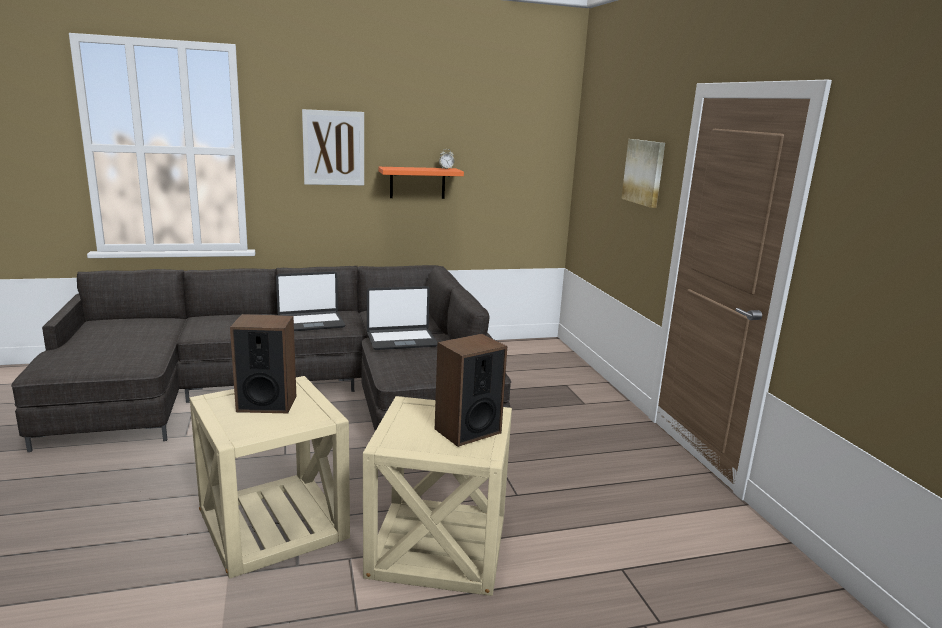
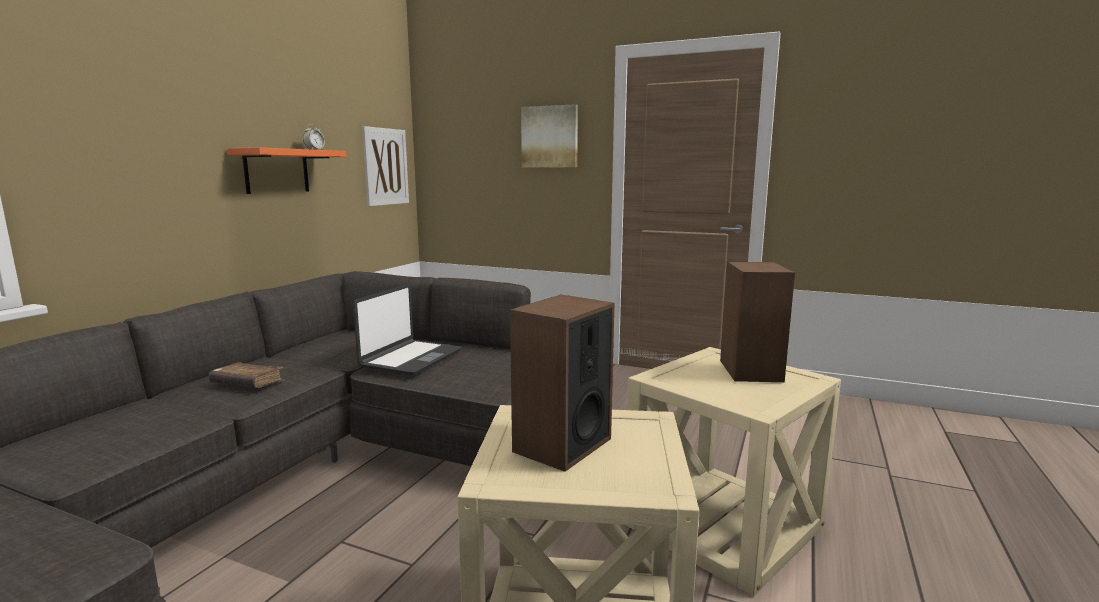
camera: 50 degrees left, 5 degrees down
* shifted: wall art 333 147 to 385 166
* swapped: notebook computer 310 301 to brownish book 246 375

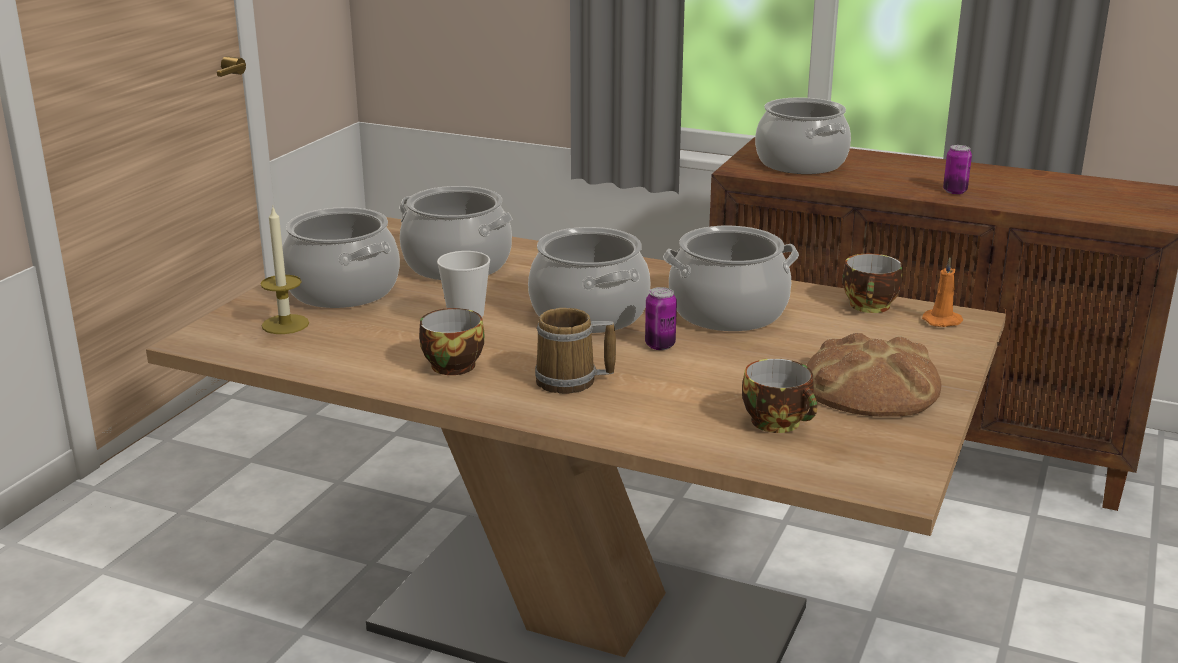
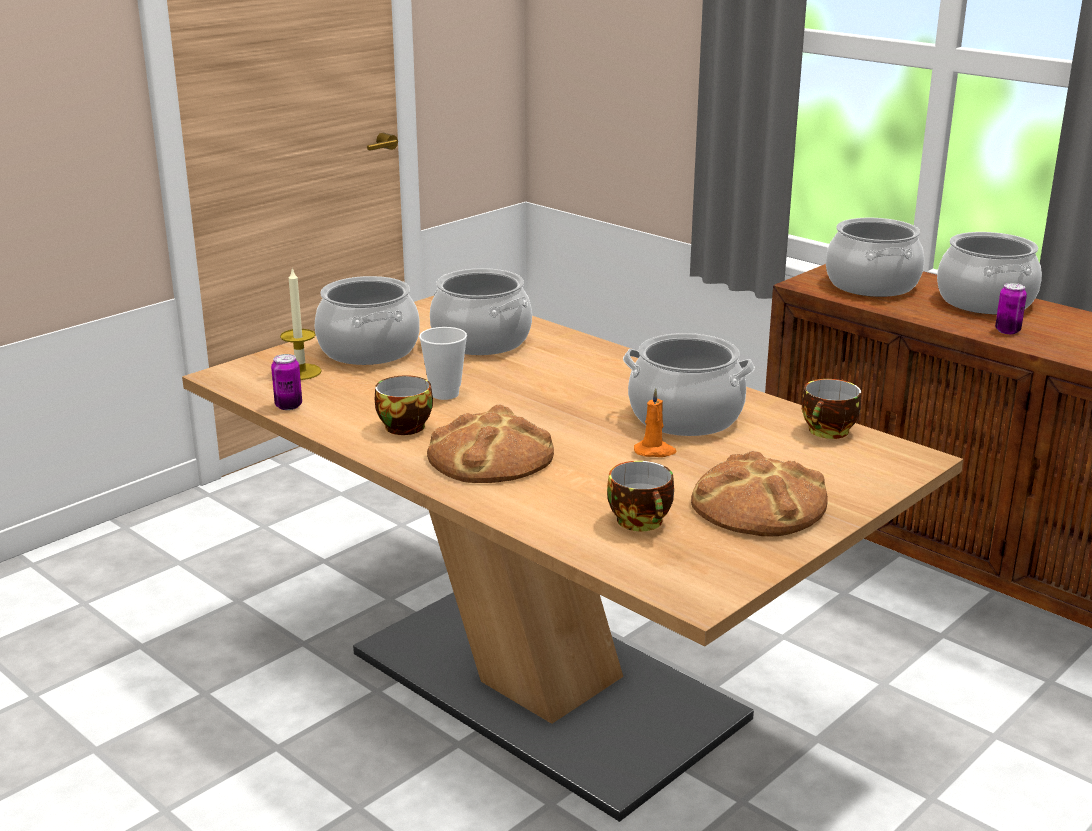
camera: 20 degrees right, 0 degrees up
* shifted: saucepot 589 280 to 989 273
* shifted: orange-coloured wax light 942 292 to 655 422
* shifted: can 661 318 to 286 382
* swapped: coffee mug 575 351 to bread 490 443

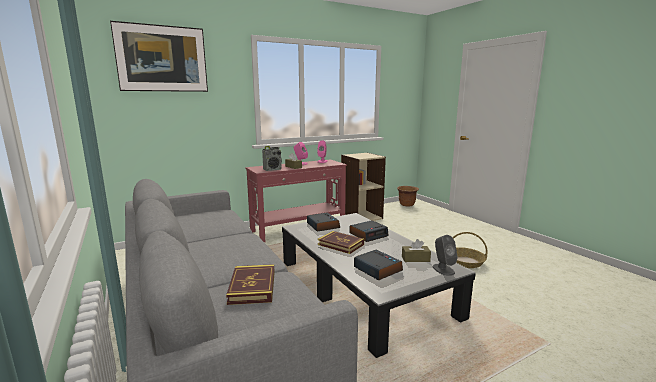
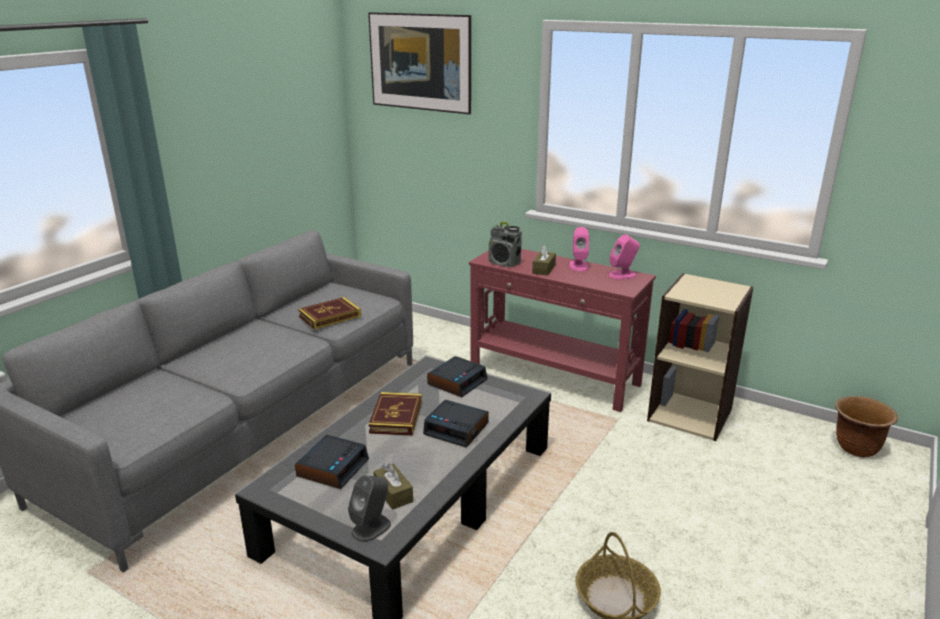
camera: 60 degrees right, 10 degrees up
* shifted: book 250 284 to 329 313

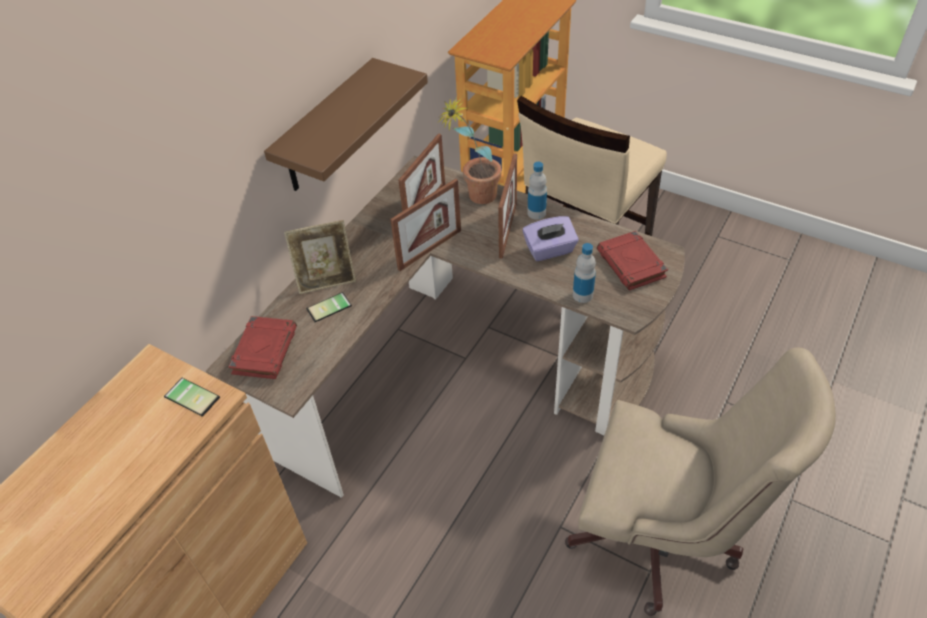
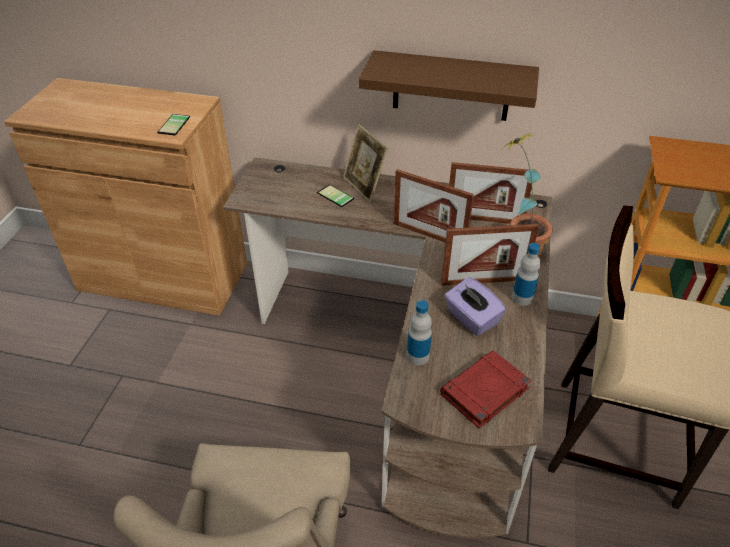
camera: 70 degrees right, 5 degrees down
* gone: reddish book 263 347

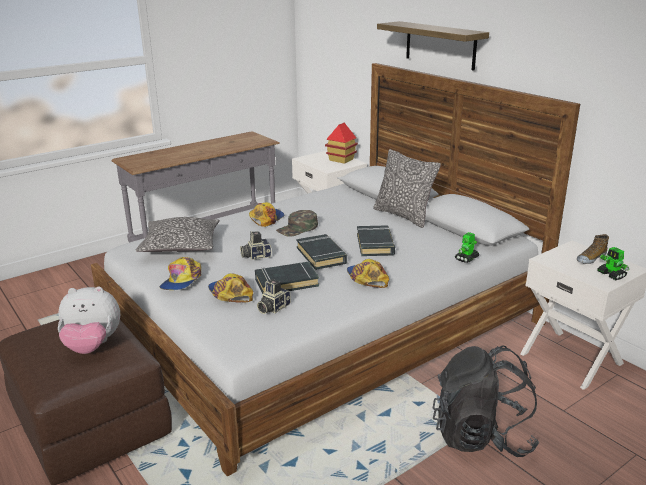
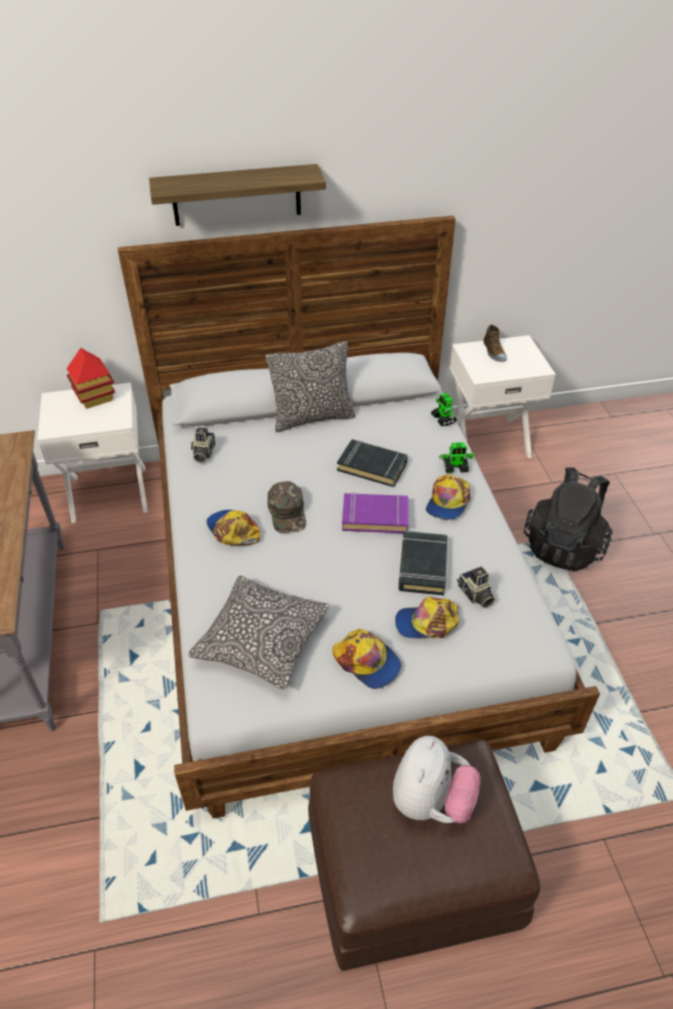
camera: 65 degrees left, 20 degrees up
* shifted: photo camera 255 245 to 203 445
* repainted: black-coloured book 322 252 to purplish book 375 512
* shifted: robot figure 613 263 to 457 457
* rotated: baseball cap 368 273 = 448 497 75 degrees counterclockwise

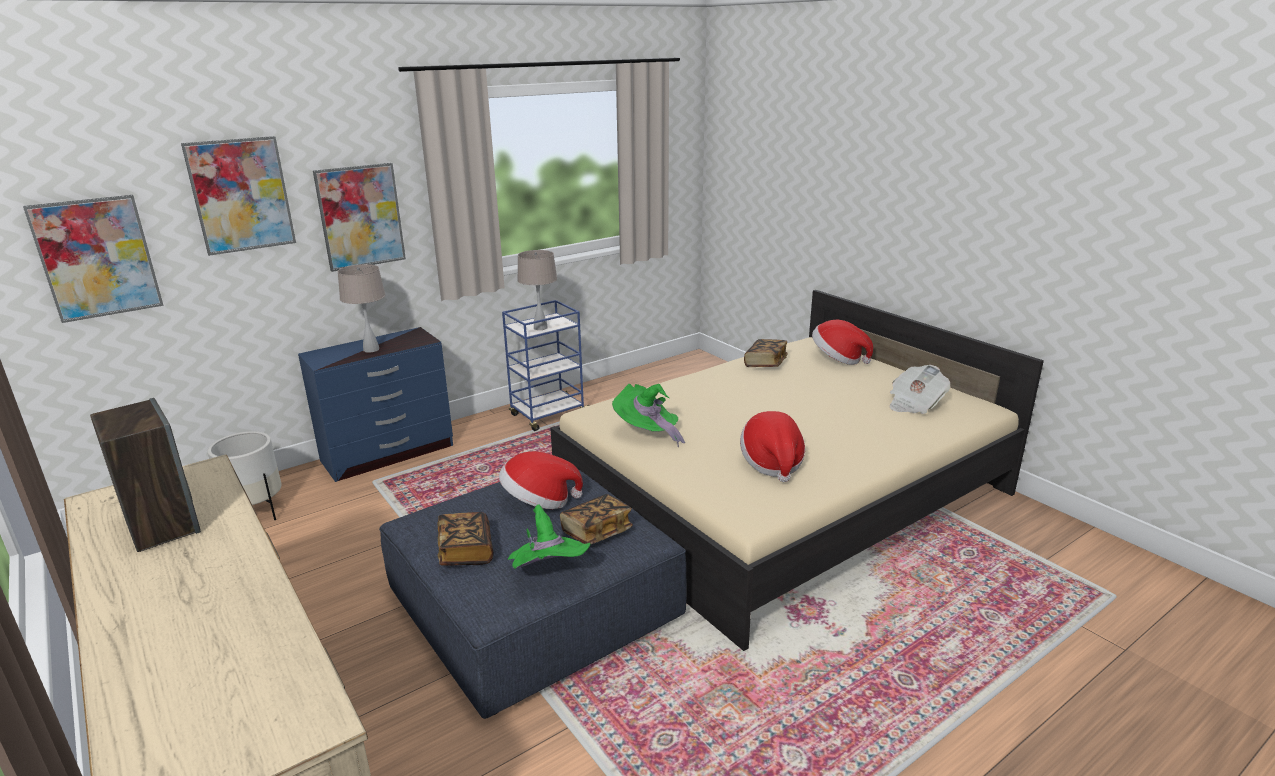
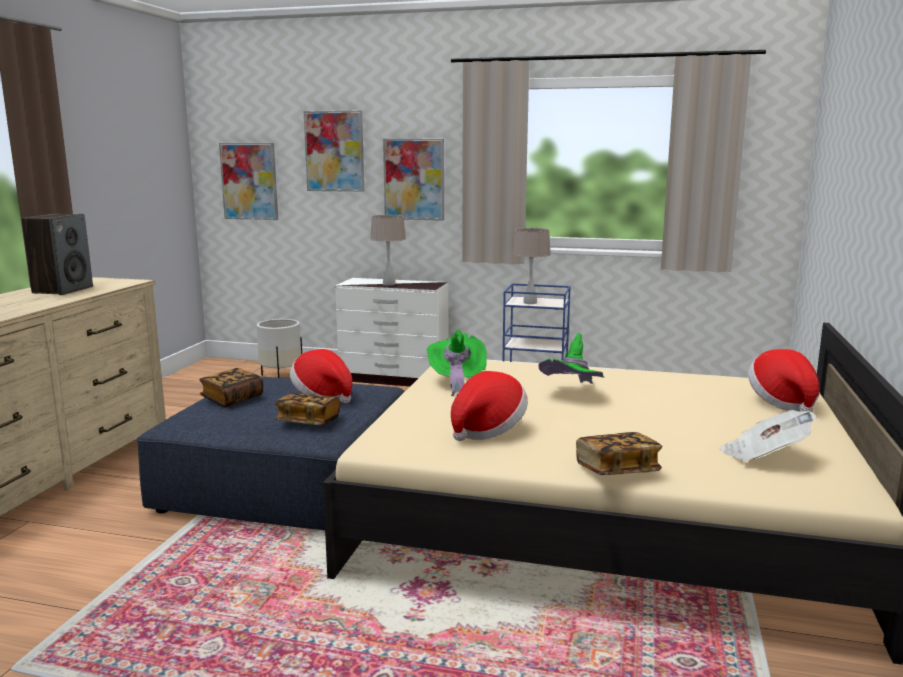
camera: 50 degrees right, 10 degrees down
* repainted: blue-coloured chest of drawers 375 404 to whitish chest of drawers 391 332
* shifted: book 766 353 to 619 453
* shifted: greenish clothing hat 549 536 to 571 358

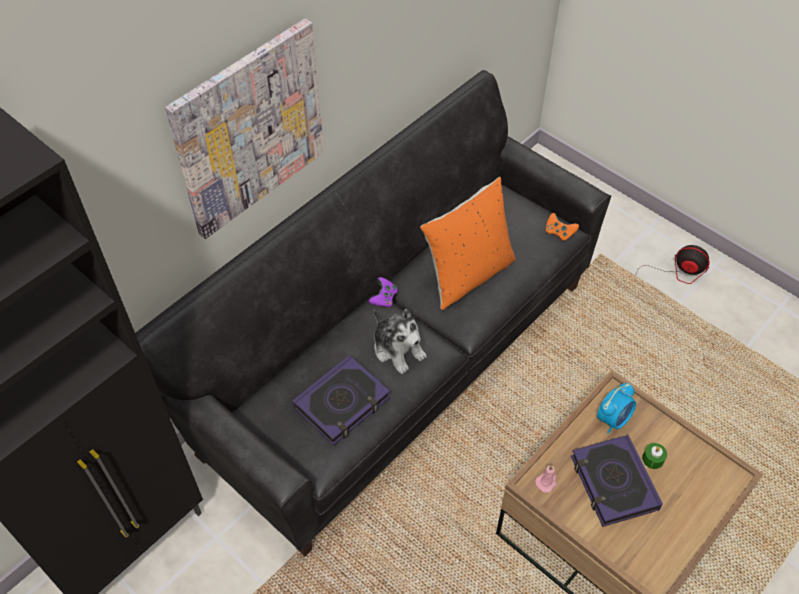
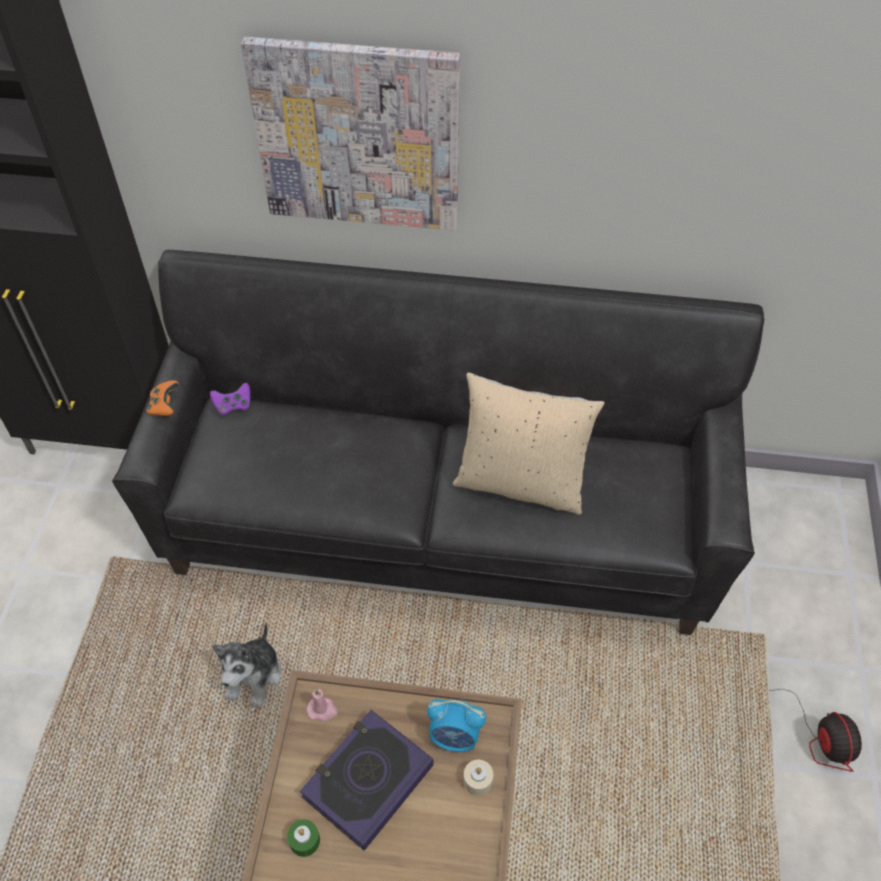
camera: 55 degrees right, 0 degrees up
* repainted: orange-coloured throw pillow 468 243 to beige-coloured throw pillow 528 444
* shifted: orange-coloured game controller 562 227 to 163 398
* shifted: purplish game controller 383 292 to 230 399
* shifted: soft toy 400 341 to 246 665
* gone: book 341 400
* shifted: greenish wax light 654 456 to 303 838
* new: beige-coloured wax light 478 777

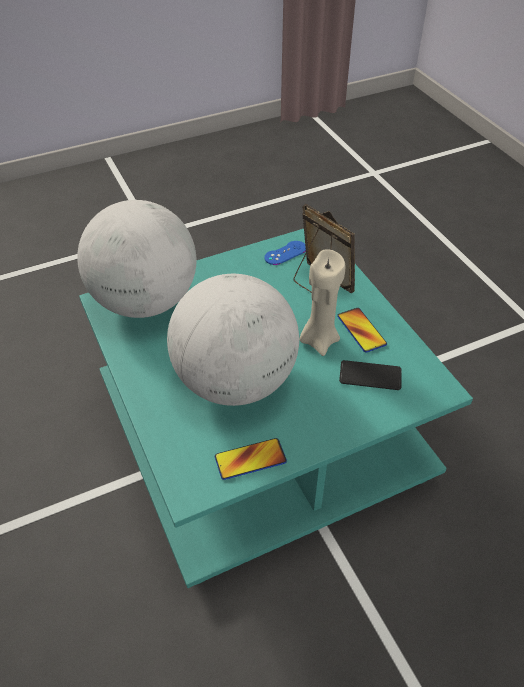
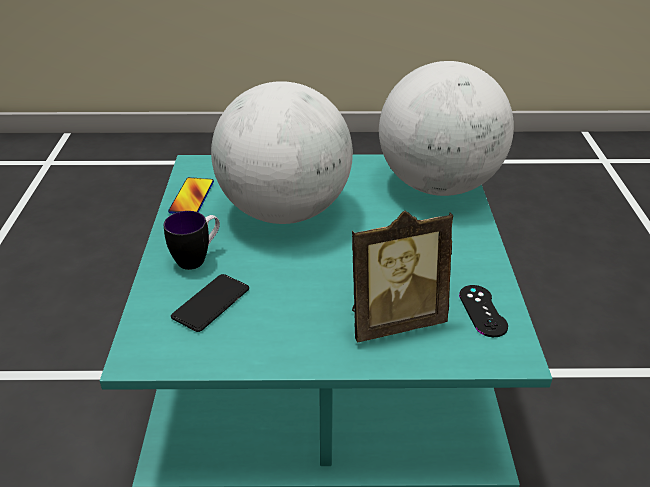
camera: 115 degrees right, 10 degrees down
* repainted: blue-coloured game controller 285 253 to black-coloured game controller 483 311
* gone: beige-coloured wax light 322 302
* gone: telephone 362 330
* new: coffee mug 192 240

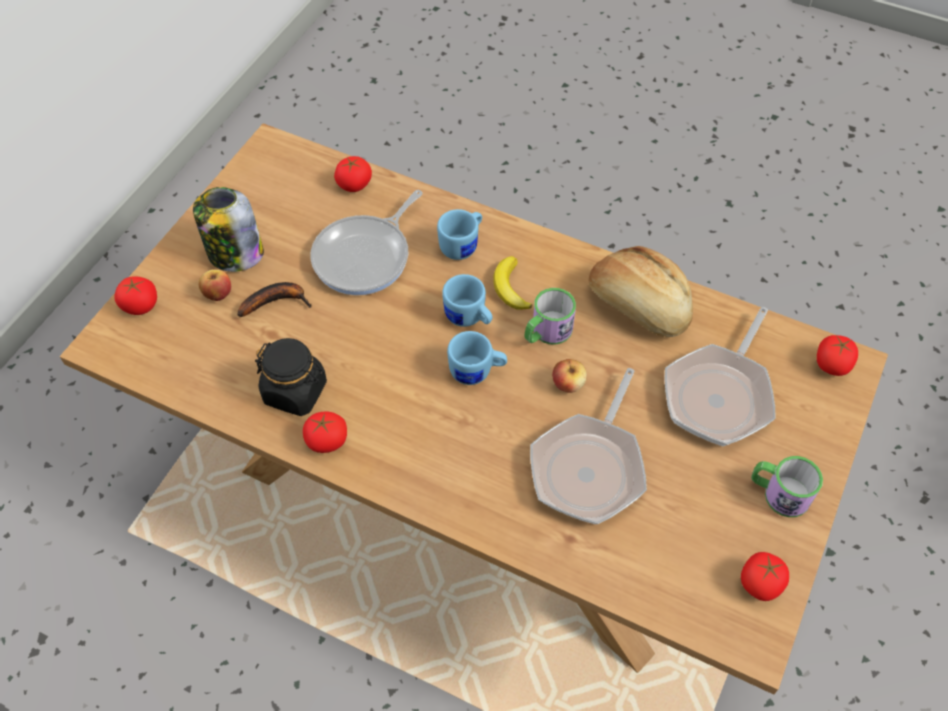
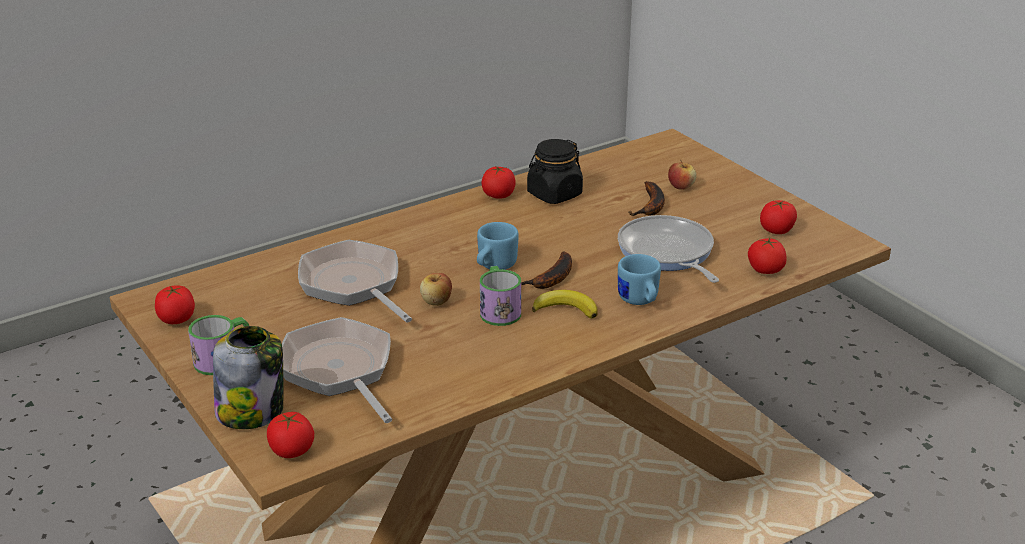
camera: 120 degrees right, 25 degrees down
* shifted: storage jar 228 229 to 248 377
* gone: bread 640 291
* swapped: blue-coloured coffee mug 467 300 to banana 546 270
* shifted: whole tomato 135 295 to 778 217

